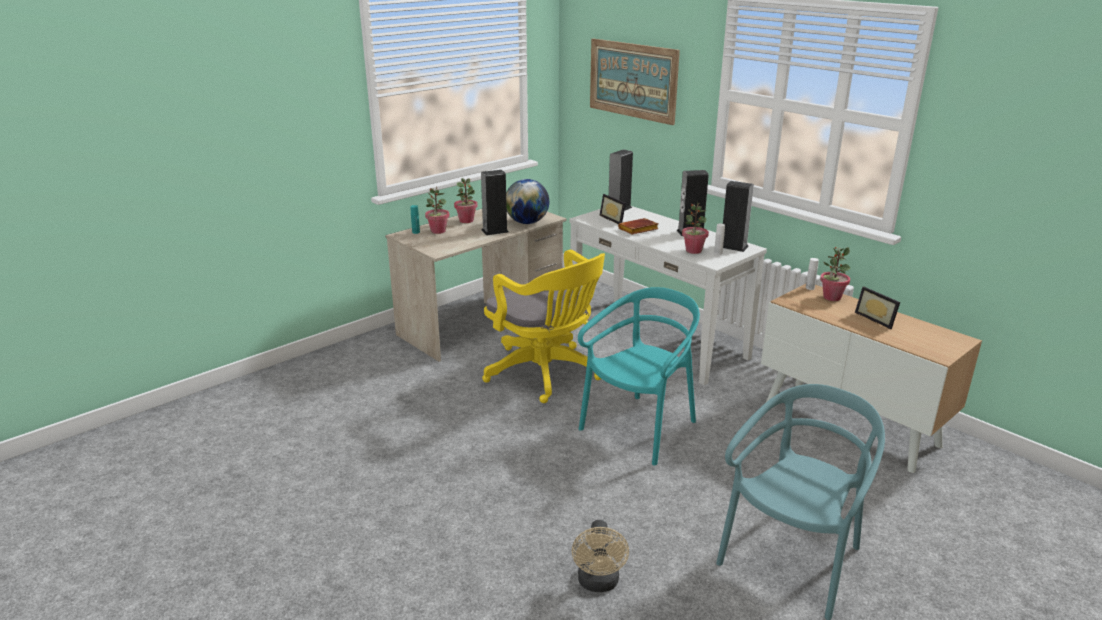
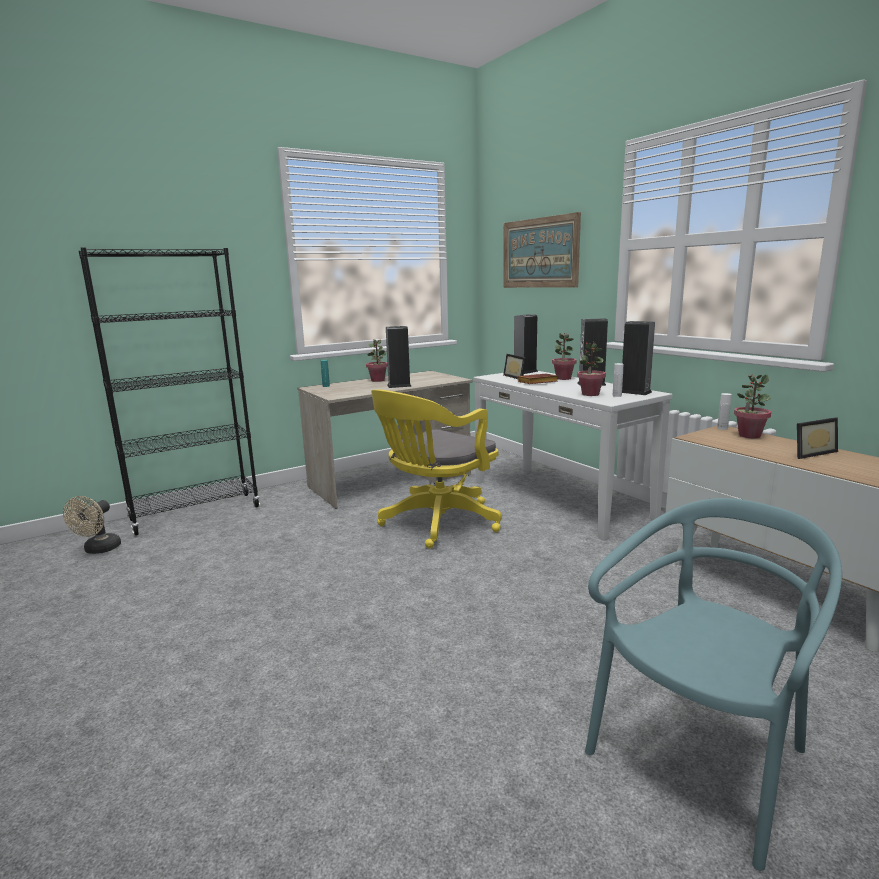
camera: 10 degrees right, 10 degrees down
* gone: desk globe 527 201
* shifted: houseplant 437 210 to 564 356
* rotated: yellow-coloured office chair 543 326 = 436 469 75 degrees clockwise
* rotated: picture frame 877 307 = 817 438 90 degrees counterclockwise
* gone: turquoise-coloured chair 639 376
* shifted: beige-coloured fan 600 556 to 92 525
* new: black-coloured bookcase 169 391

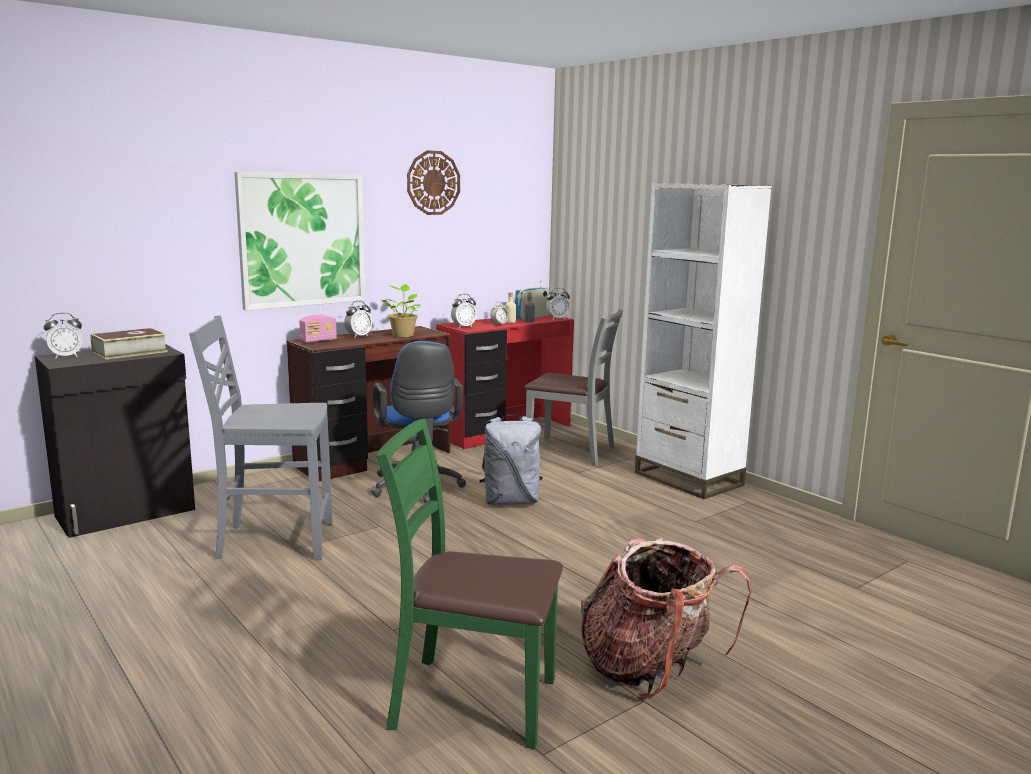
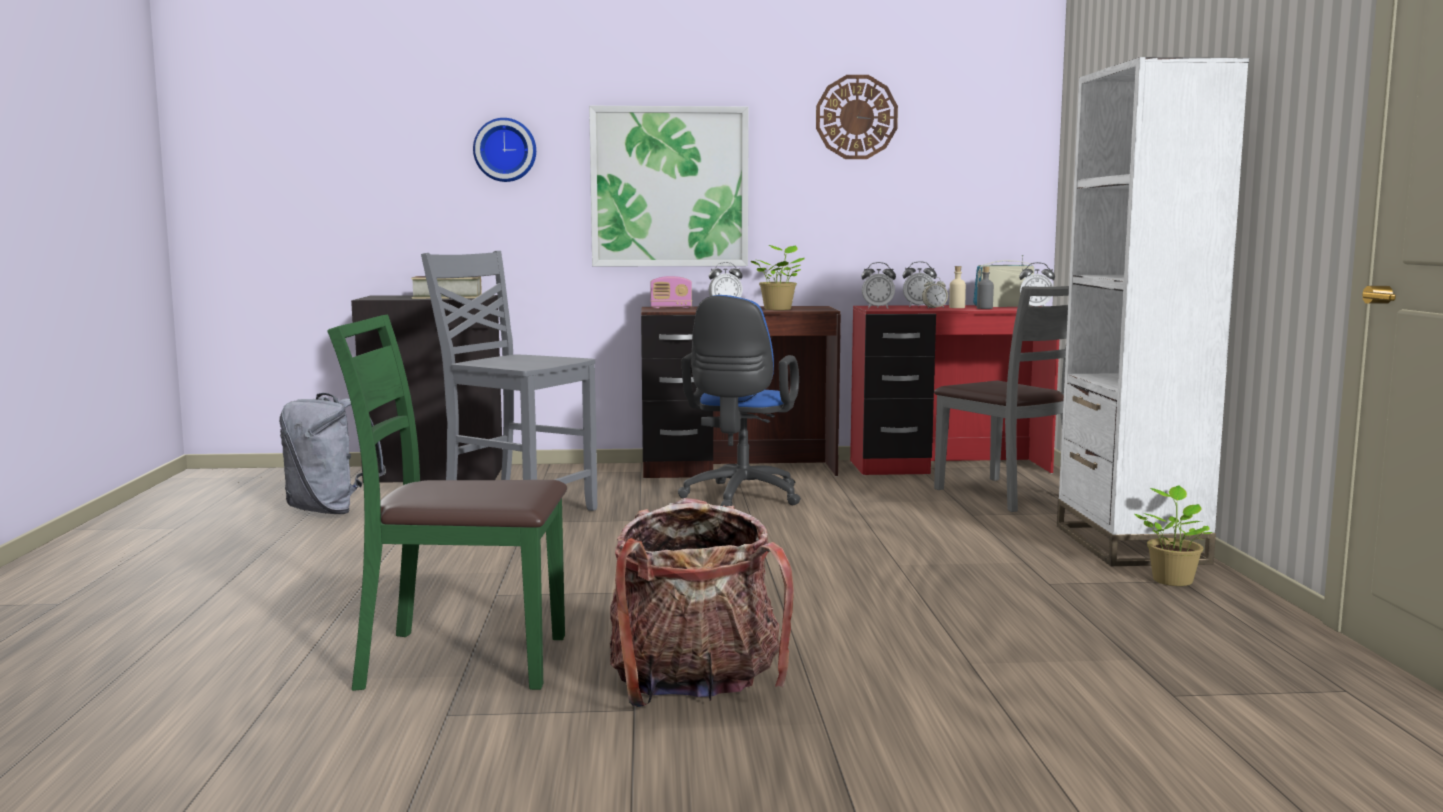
camera: 35 degrees right, 5 degrees down
* shifted: table clock 63 336 to 920 284
* shifted: greyish backpack 511 460 to 332 453
* rotated: greenish chair 469 583 = 447 503 45 degrees counterclockwise
* new: clock on the wall 504 150
* new: houseplant 1173 535

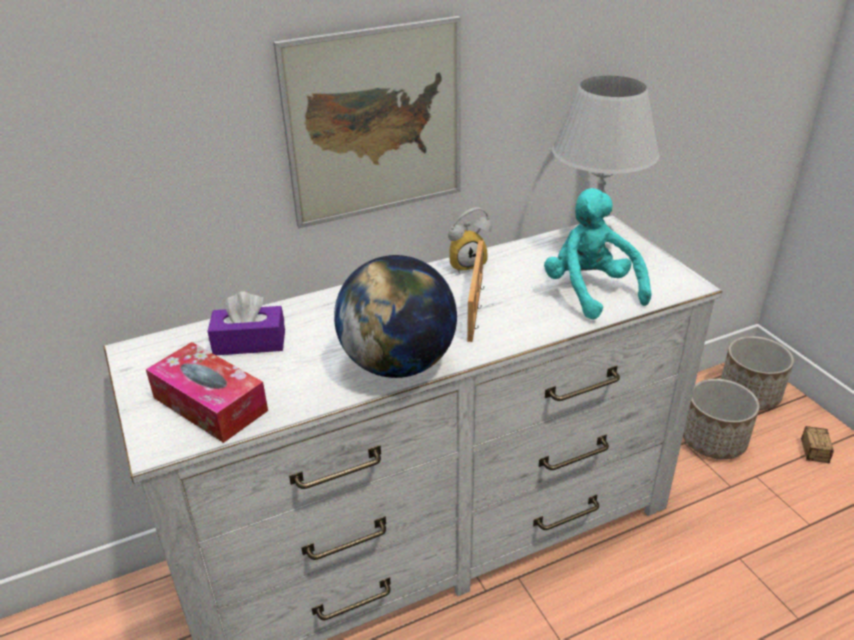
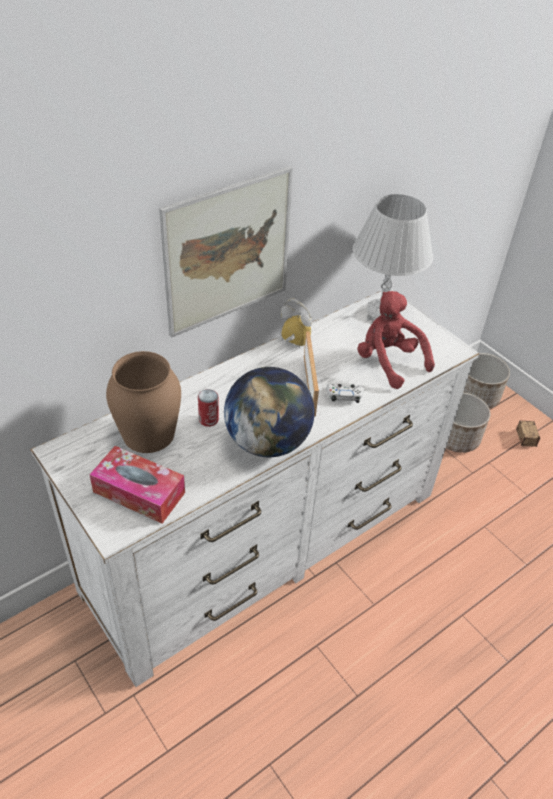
camera: 15 degrees left, 10 degrees up
* repainted: turquoise-coloured soft toy 597 254 to reddish soft toy 396 340
* rotated: table clock 470 240 = 296 323 120 degrees counterclockwise
* swapped: purplish tissue holder 246 323 to brownish flower vase 143 402
* new: whitish game controller 345 393
* new: can 208 408

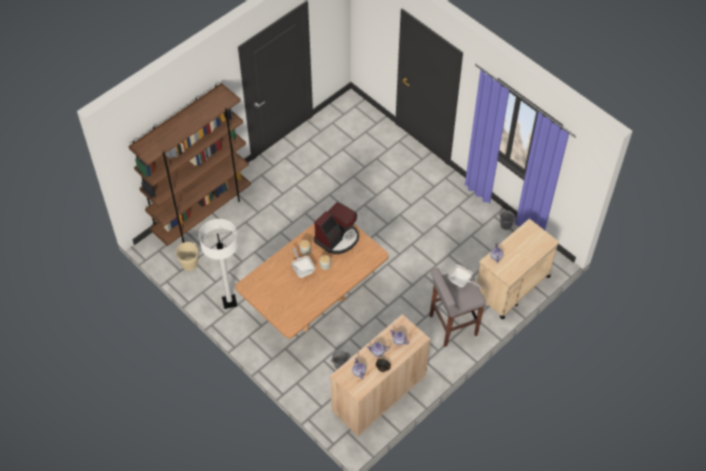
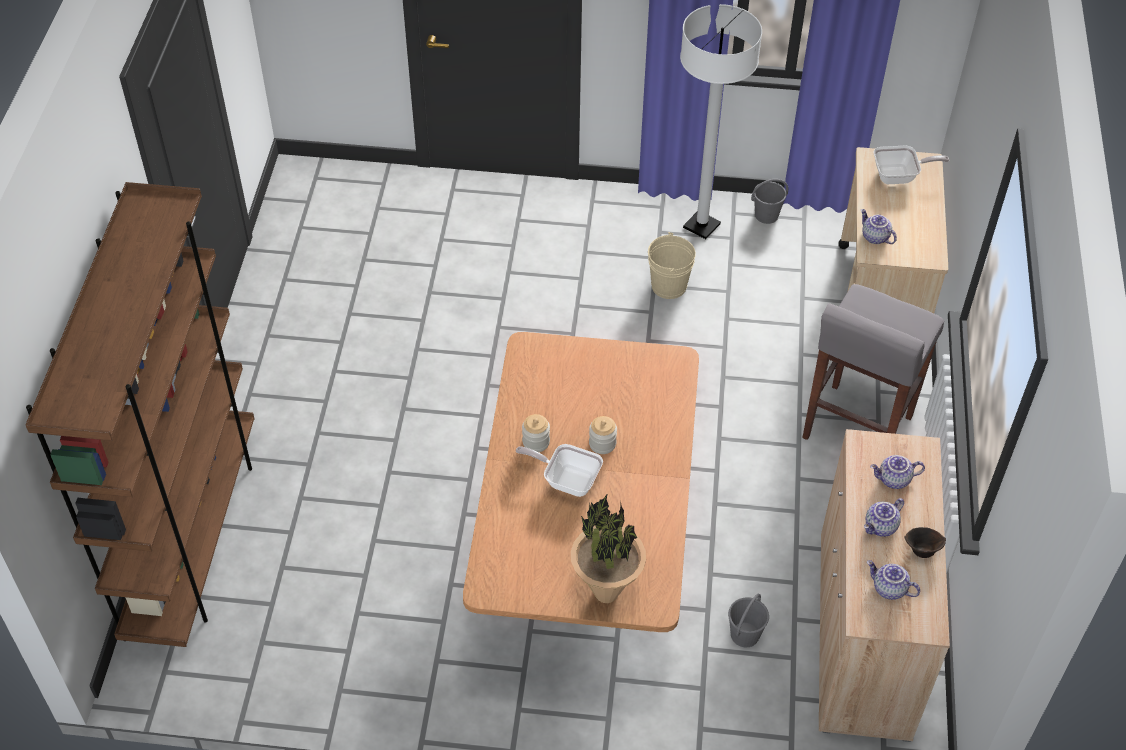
camera: 40 degrees left, 5 degrees down
* gone: coffee brewer 336 228
* shifted: whitish floor lamp 218 264 to 721 121
* shifted: beige-coloured water bucket 187 256 to 672 265
* shifted: frying pan 465 277 to 911 165
* new: houseplant 608 549

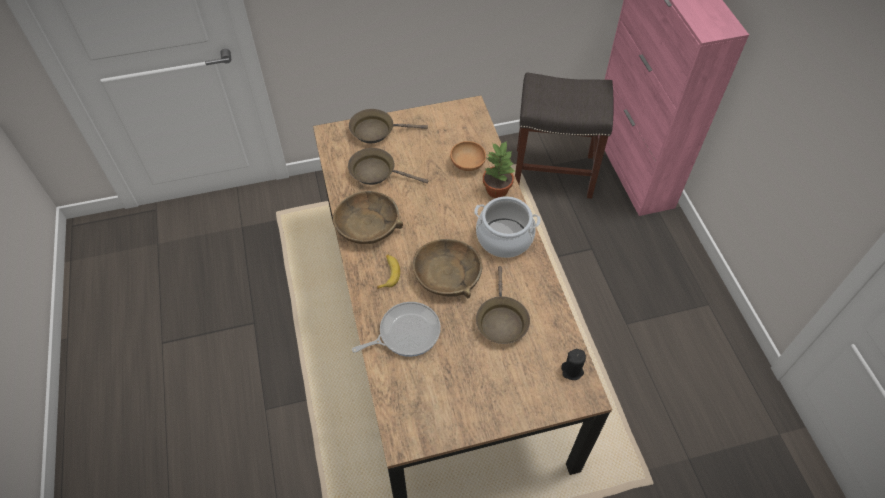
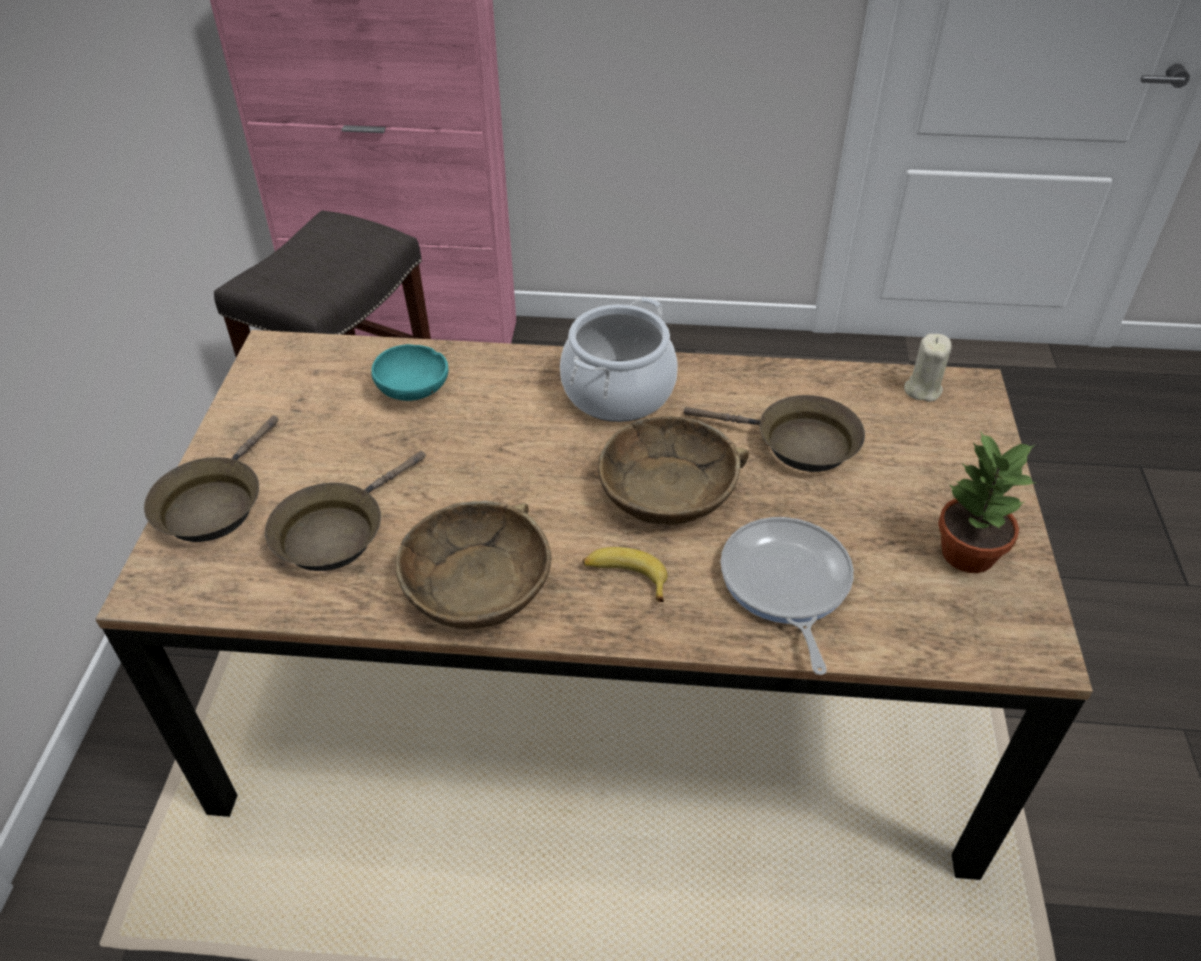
camera: 70 degrees left, 10 degrees down
* repainted: brownish bowl 468 156 to turquoise-coloured bowl 409 372
* shifted: houseplant 499 170 to 987 502
* repainted: black-coloured wax light 573 364 to beige-coloured wax light 928 368

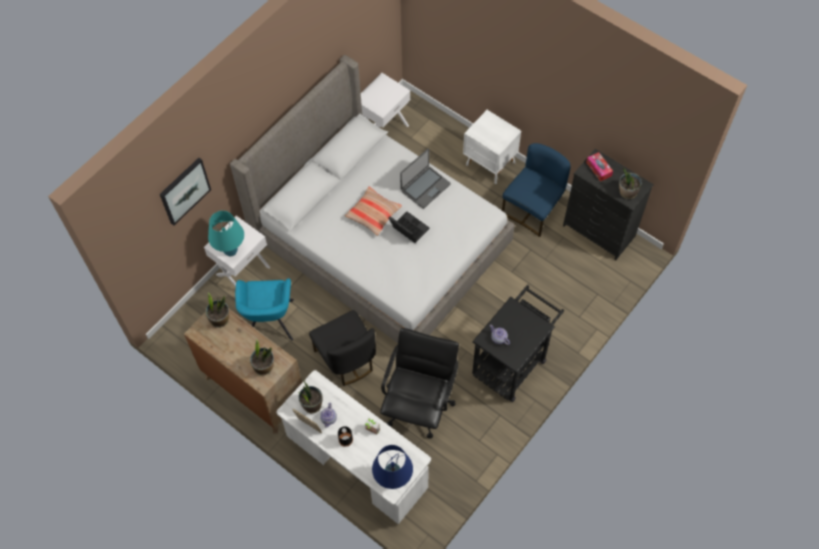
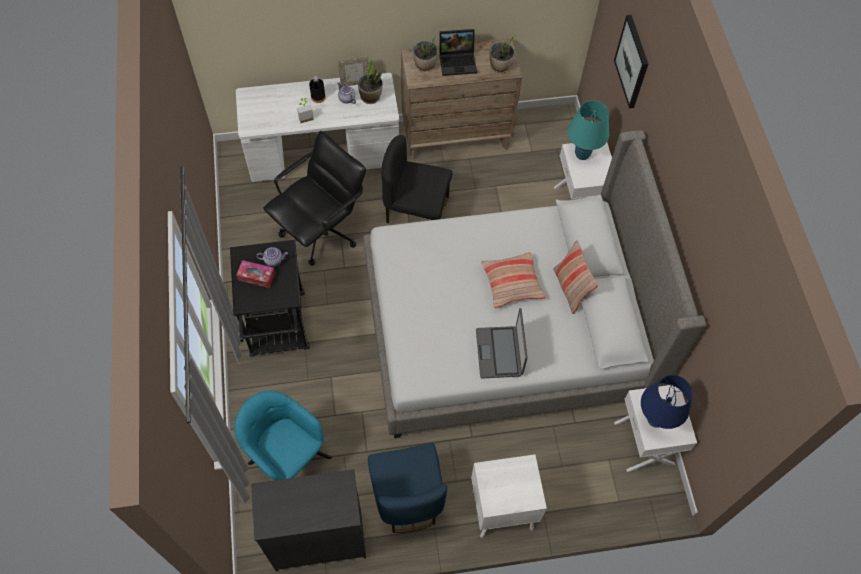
camera: 130 degrees right, 0 degrees up
* shifted: tissue holder 599 166 to 255 274
* gone: houseplant 630 183
* shifted: notebook computer 409 227 to 458 52
* shifted: turquoise-coloured lounge chair 264 309 to 283 435
* rotated: black-coloured office chair 419 383 = 314 198 105 degrees counterclockwise
* shifted: blue-coloured tabletop lamp 392 467 to 666 402
* new: throw pillow 575 277

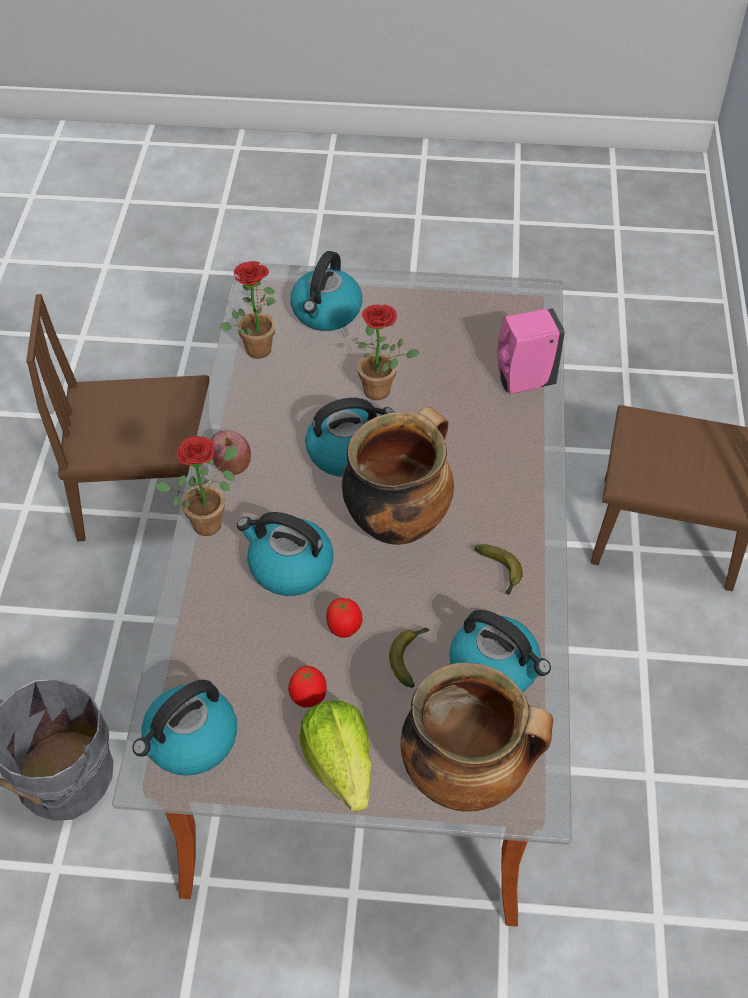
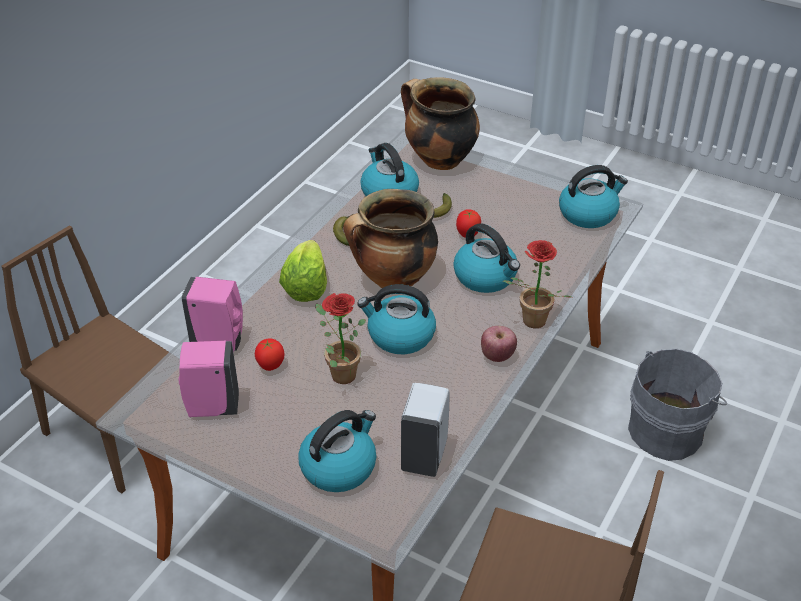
camera: 155 degrees left, 10 degrees down
* swapped: houseplant 248 310 to whitish soap bottle 425 430
* shifted: whole tomato 307 686 to 270 354
* shifted: lettuce head 335 756 to 303 271
* new: pink-coloured soap bottle 208 379

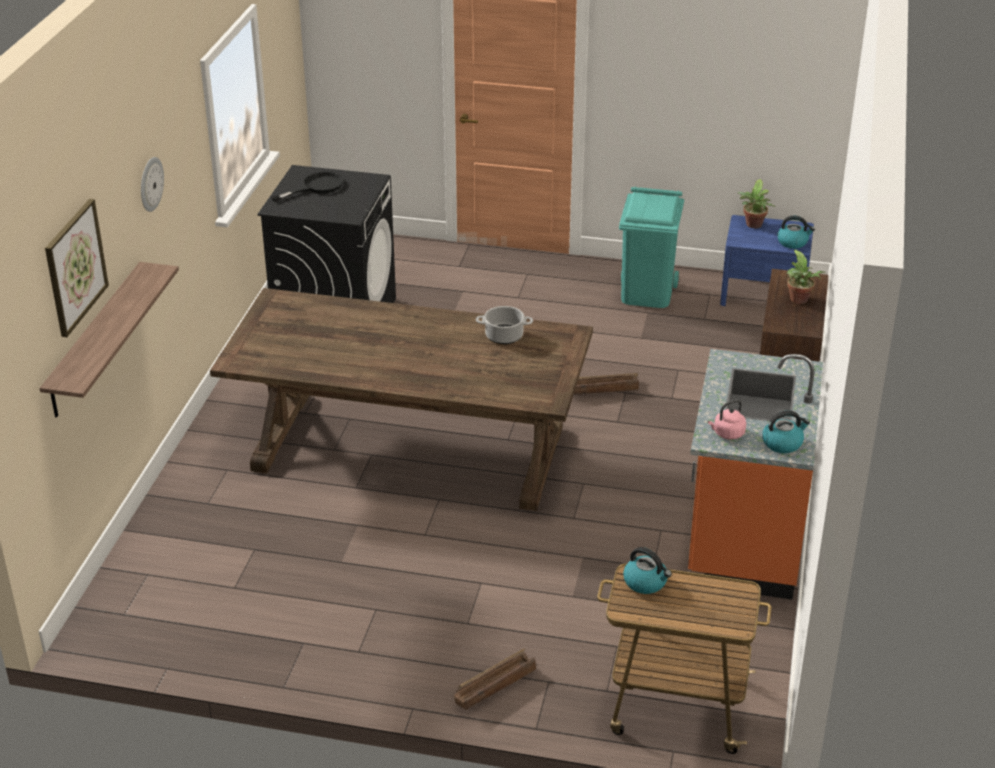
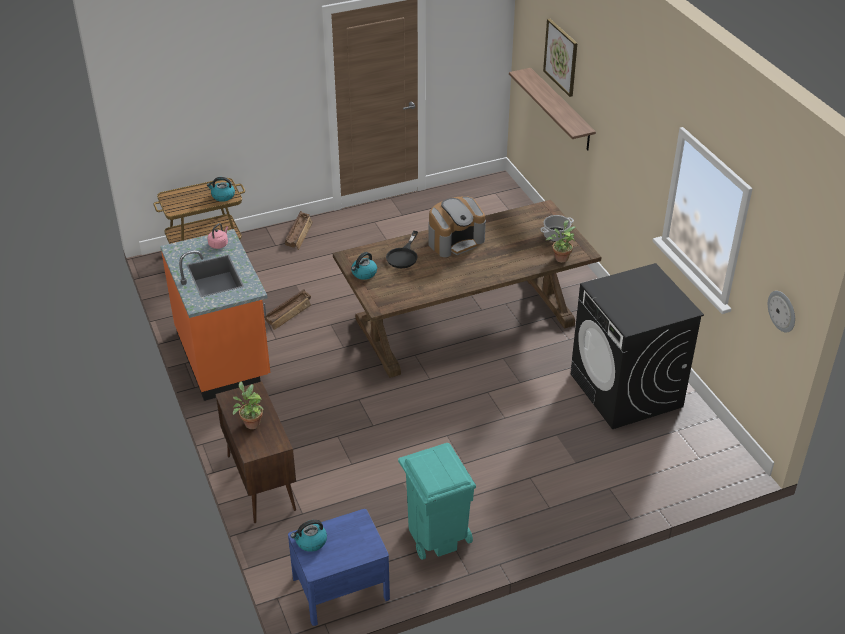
camera: 145 degrees right, 5 degrees up
* shifted: clock on the wall 152 184 to 781 312
* shifted: black-coloured frying pan 307 187 to 402 249
* shifted: houseplant 756 203 to 561 241
* shifted: saucepot 504 325 to 557 228
* shifted: crate 606 384 to 288 309
* shifted: kettle 786 431 to 364 266
* new: coffee brewer 457 226

